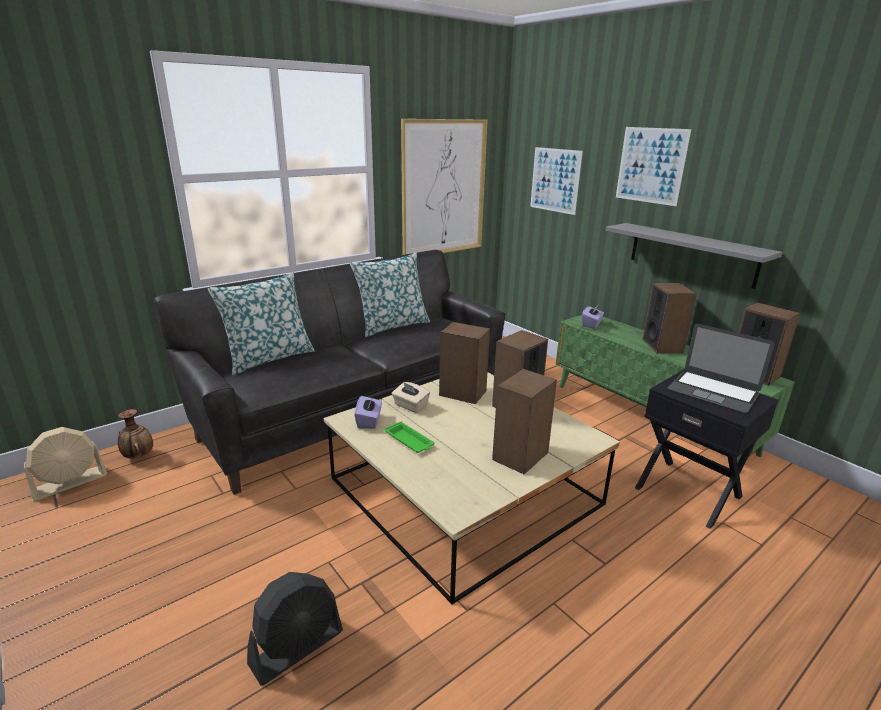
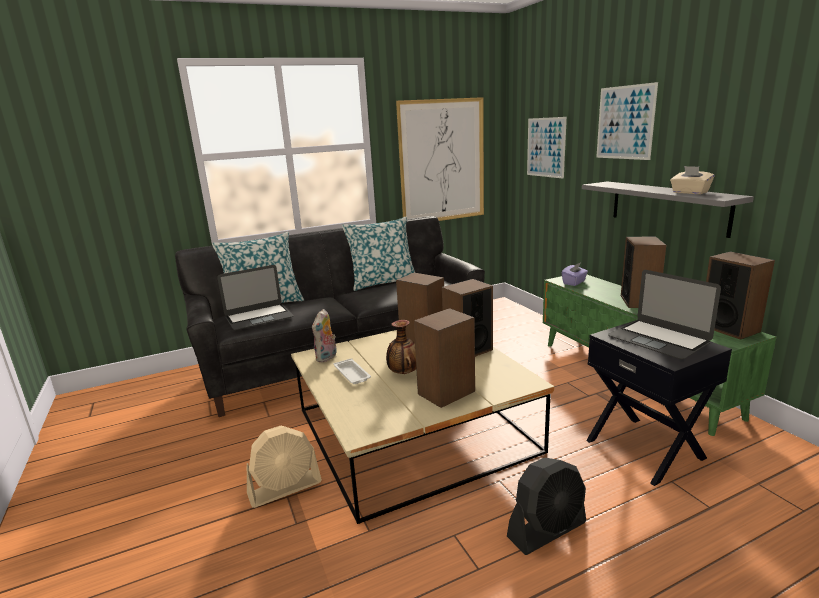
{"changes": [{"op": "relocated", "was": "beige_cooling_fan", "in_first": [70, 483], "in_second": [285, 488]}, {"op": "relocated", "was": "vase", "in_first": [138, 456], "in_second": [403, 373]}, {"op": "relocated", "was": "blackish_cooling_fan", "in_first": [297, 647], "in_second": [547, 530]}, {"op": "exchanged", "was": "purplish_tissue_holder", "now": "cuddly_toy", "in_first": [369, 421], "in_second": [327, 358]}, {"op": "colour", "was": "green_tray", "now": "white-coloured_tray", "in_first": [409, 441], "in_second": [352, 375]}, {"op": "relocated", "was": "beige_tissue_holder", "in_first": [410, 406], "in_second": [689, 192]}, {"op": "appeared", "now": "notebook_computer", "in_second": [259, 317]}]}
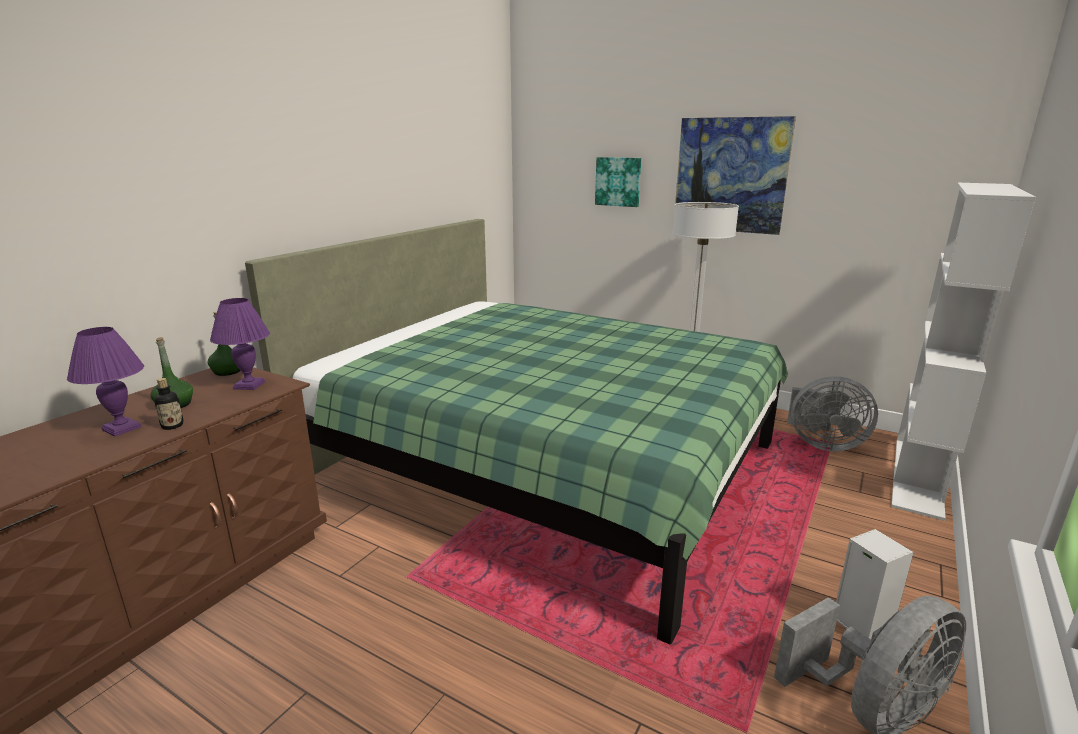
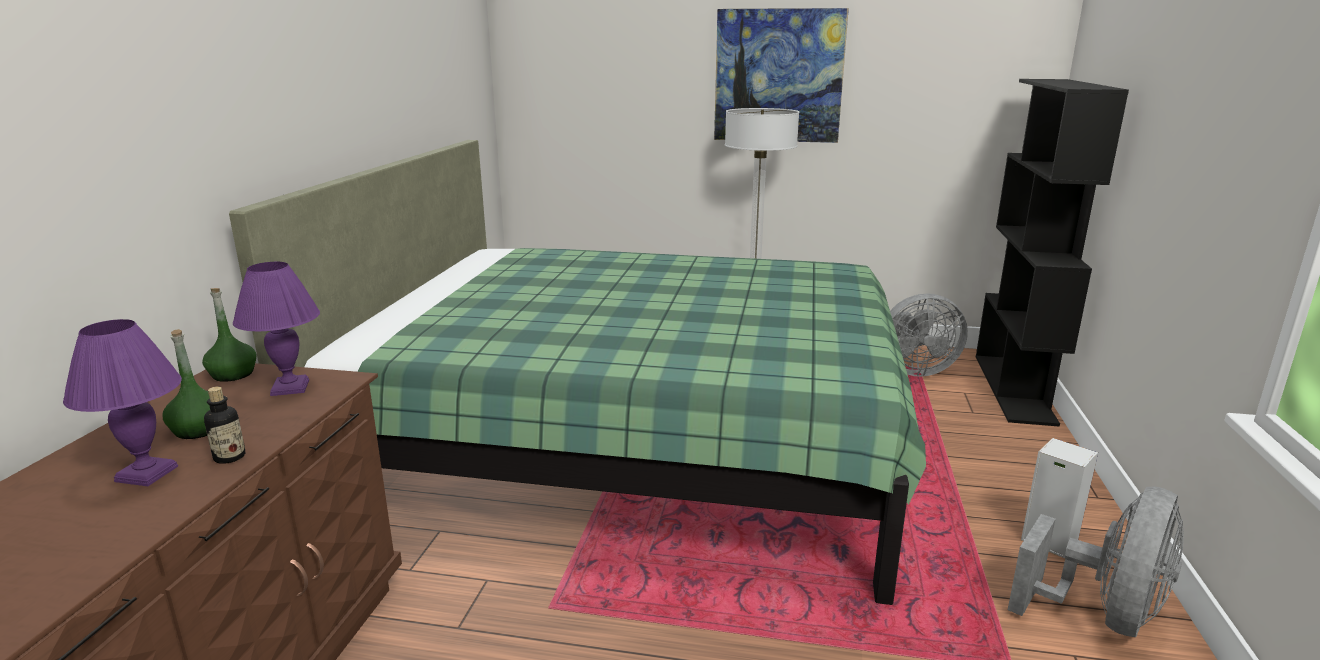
{"changes": [{"op": "missing", "was": "picture", "in_first": [618, 181]}, {"op": "colour", "was": "white-coloured_bookshelf", "now": "blackish_bookshelf", "in_first": [919, 477], "in_second": [1014, 388]}]}
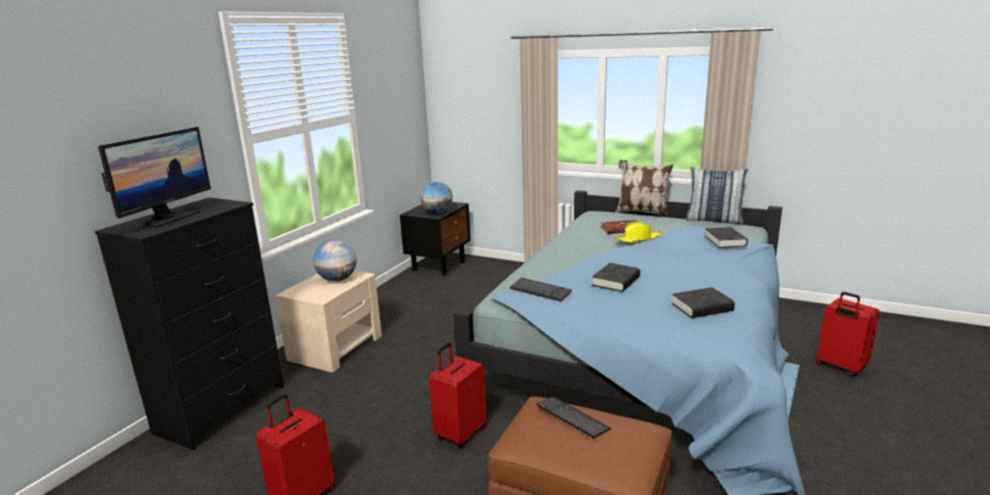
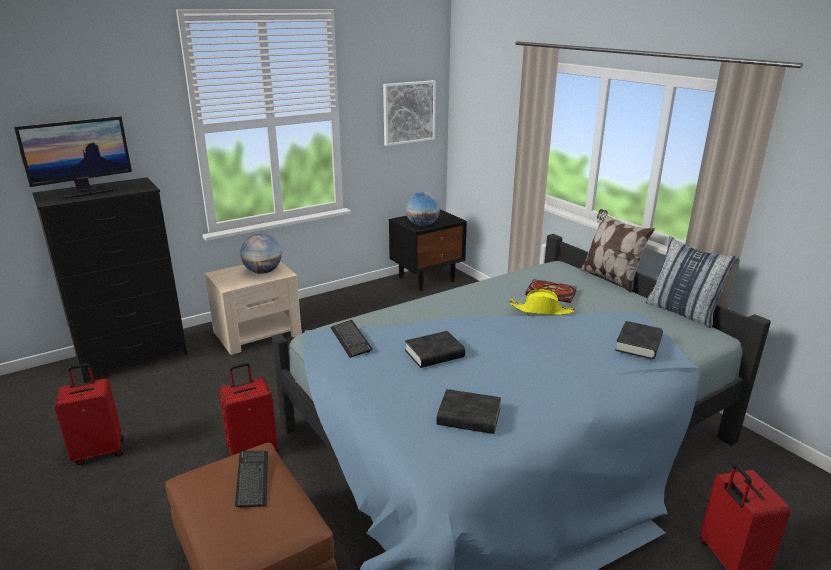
{"changes": [{"op": "appeared", "now": "picture", "in_second": [408, 112]}]}
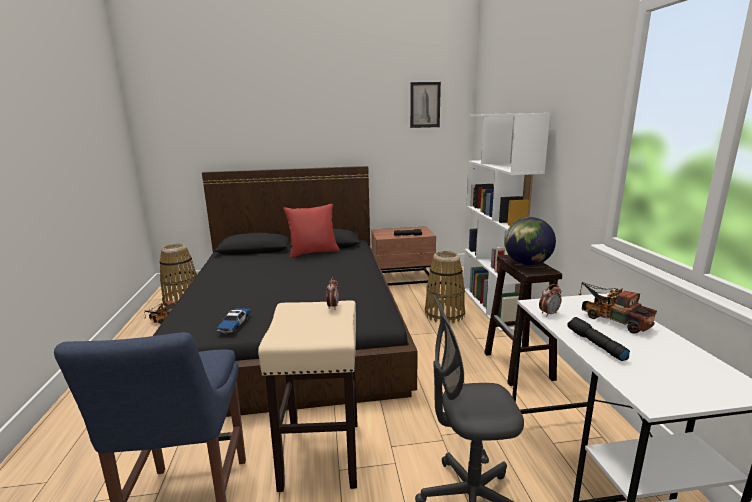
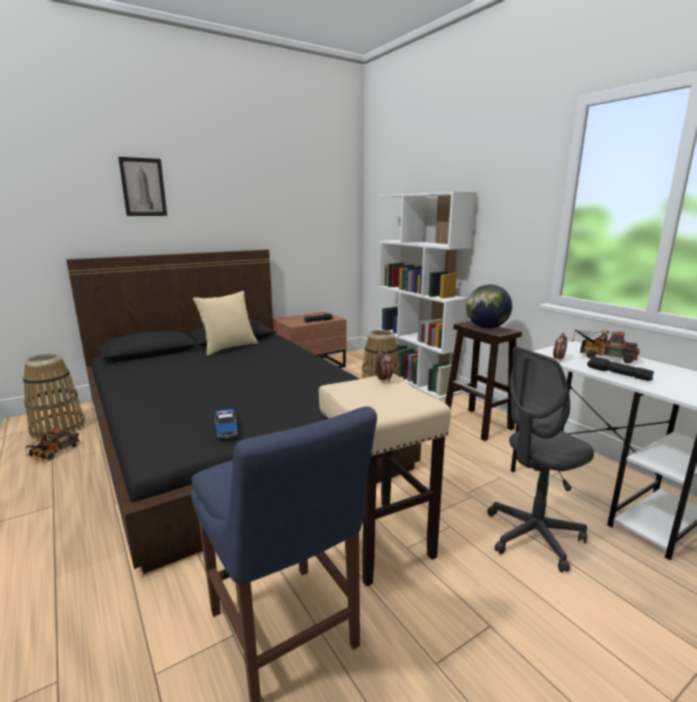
{"changes": [{"op": "colour", "was": "reddish_cushion", "now": "beige_cushion", "in_first": [313, 253], "in_second": [229, 348]}, {"op": "relocated", "was": "picture", "in_first": [425, 105], "in_second": [143, 187]}]}
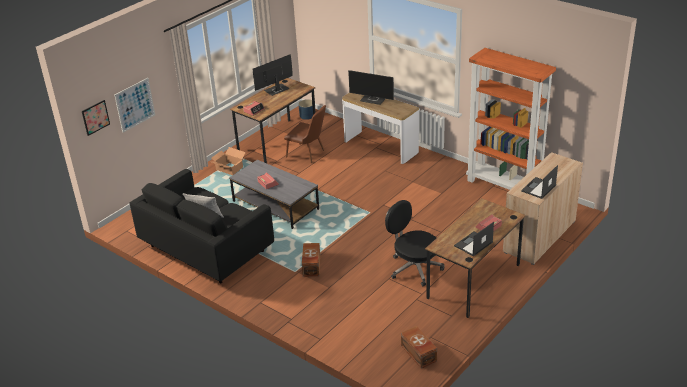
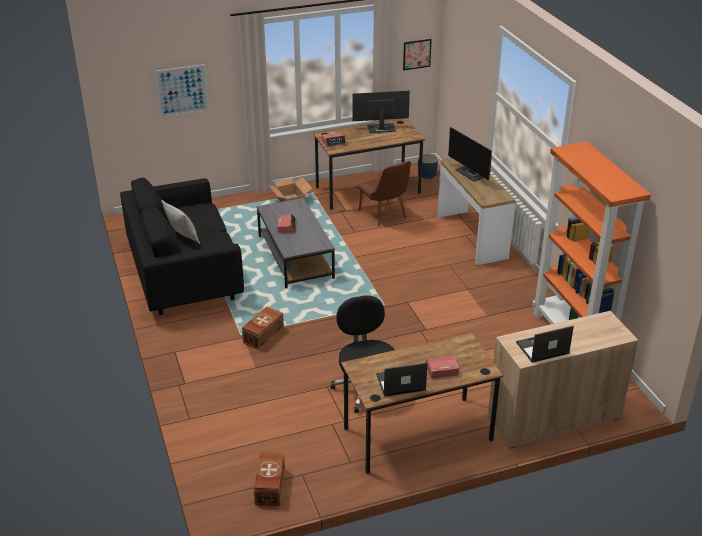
{"changes": [{"op": "relocated", "was": "picture", "in_first": [95, 117], "in_second": [416, 54]}]}
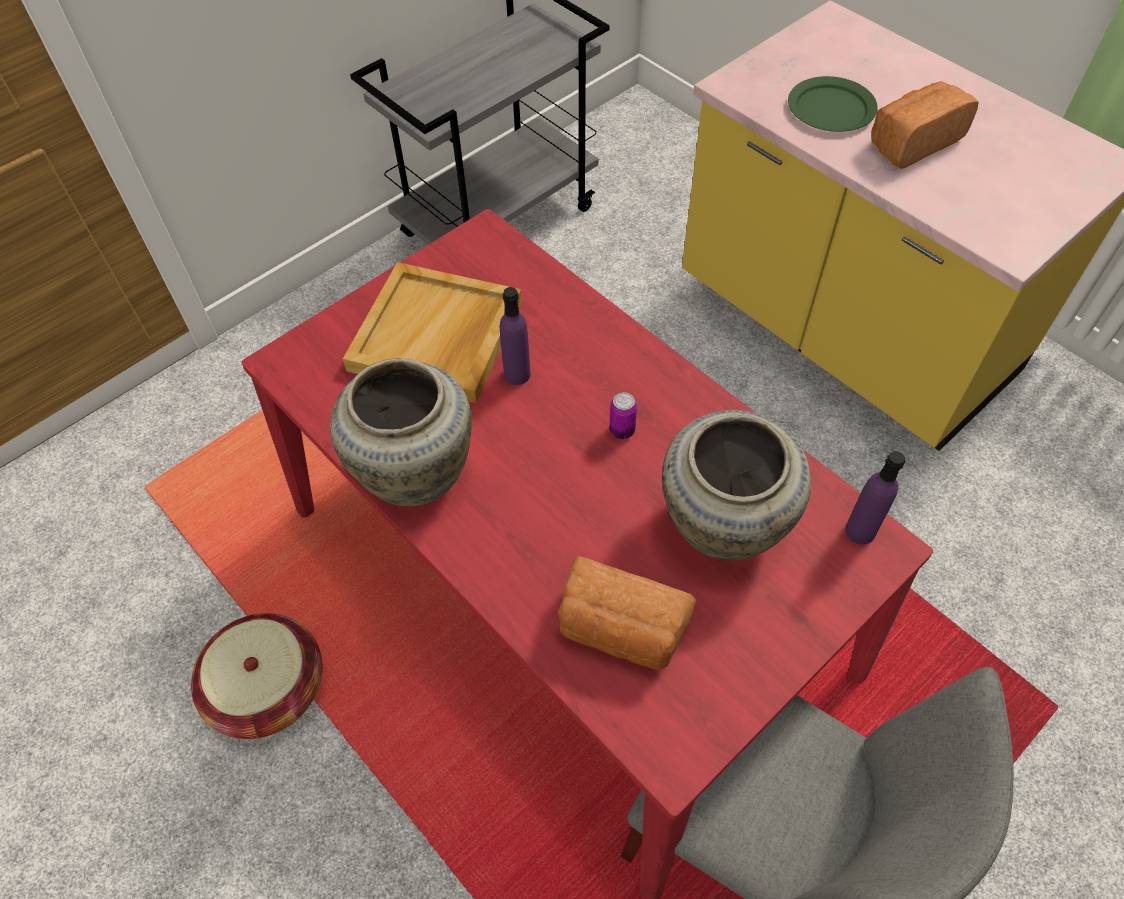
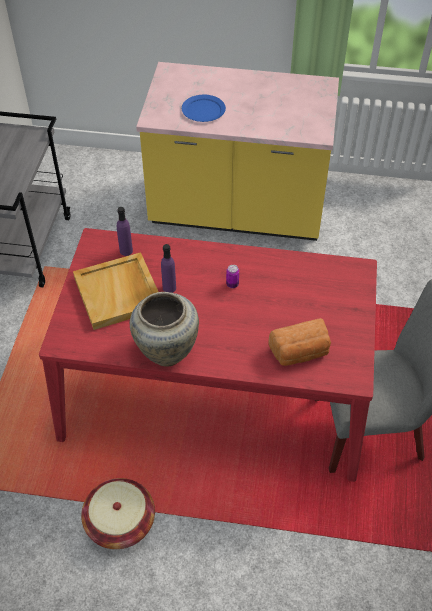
{"changes": [{"op": "missing", "was": "beige_vase", "in_first": [721, 526]}, {"op": "colour", "was": "green_flat_dish", "now": "blue_flat_dish", "in_first": [830, 109], "in_second": [203, 110]}, {"op": "relocated", "was": "purplish_bottle", "in_first": [860, 531], "in_second": [126, 251]}, {"op": "missing", "was": "bread", "in_first": [912, 142]}]}
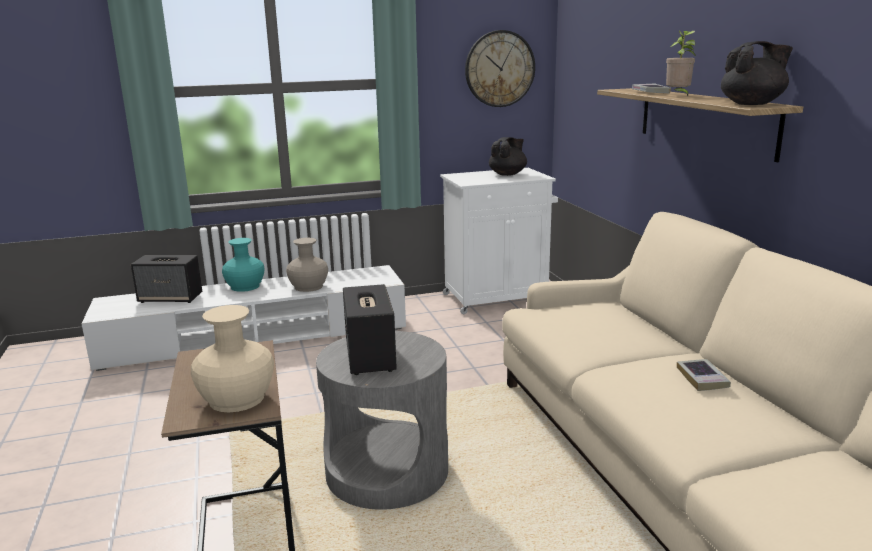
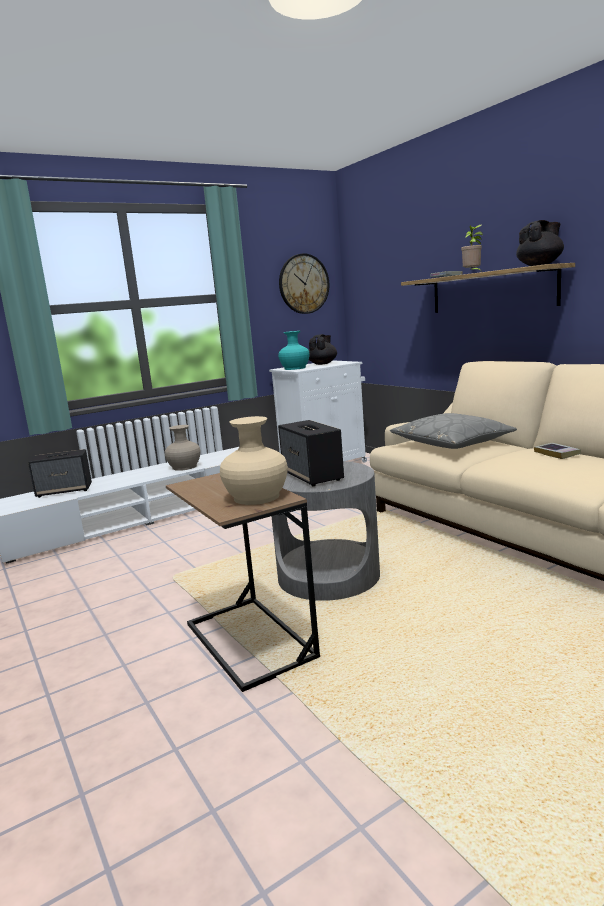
{"changes": [{"op": "relocated", "was": "turquoise_vase", "in_first": [245, 286], "in_second": [295, 368]}, {"op": "appeared", "now": "greyish_cushion", "in_second": [451, 443]}]}
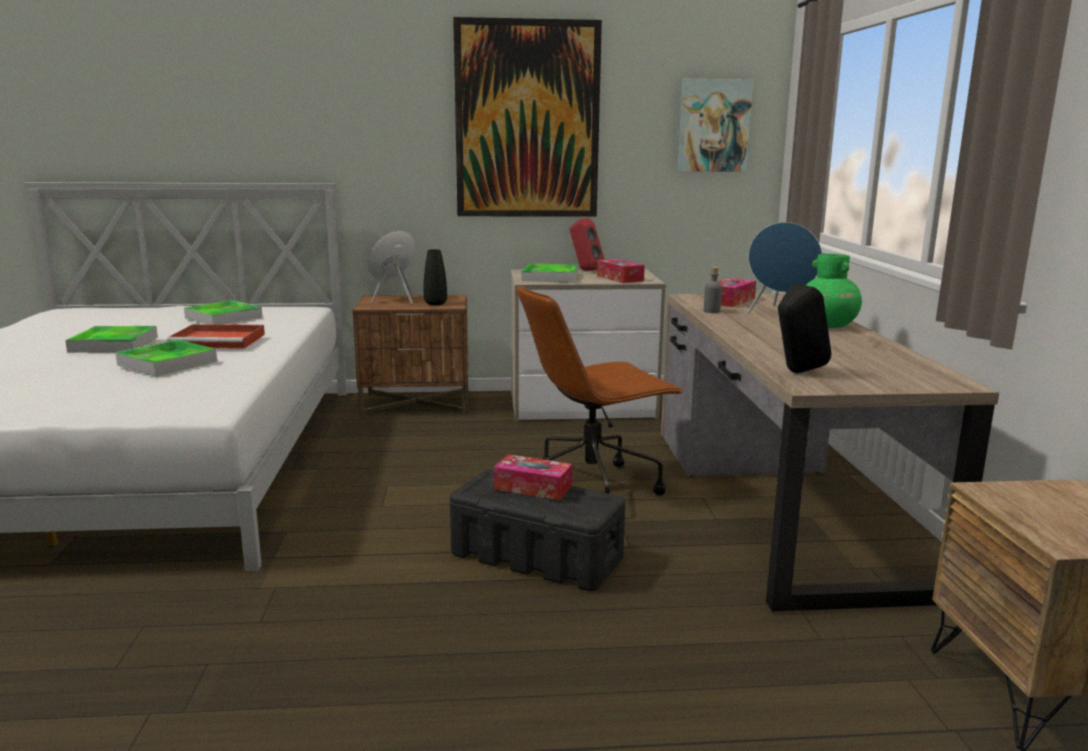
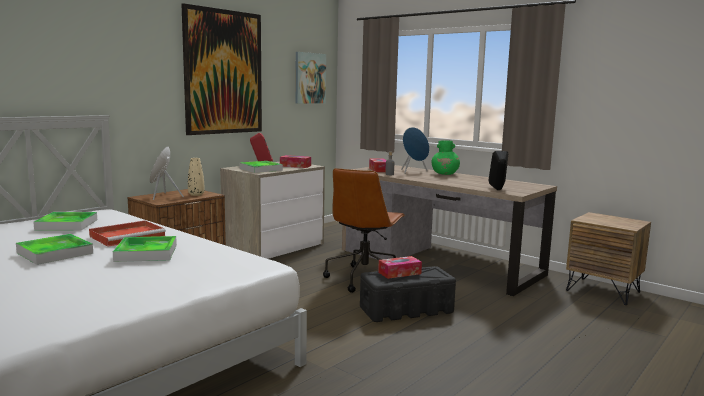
{"changes": [{"op": "colour", "was": "blackish_vase", "now": "beige_vase", "in_first": [435, 303], "in_second": [196, 194]}]}
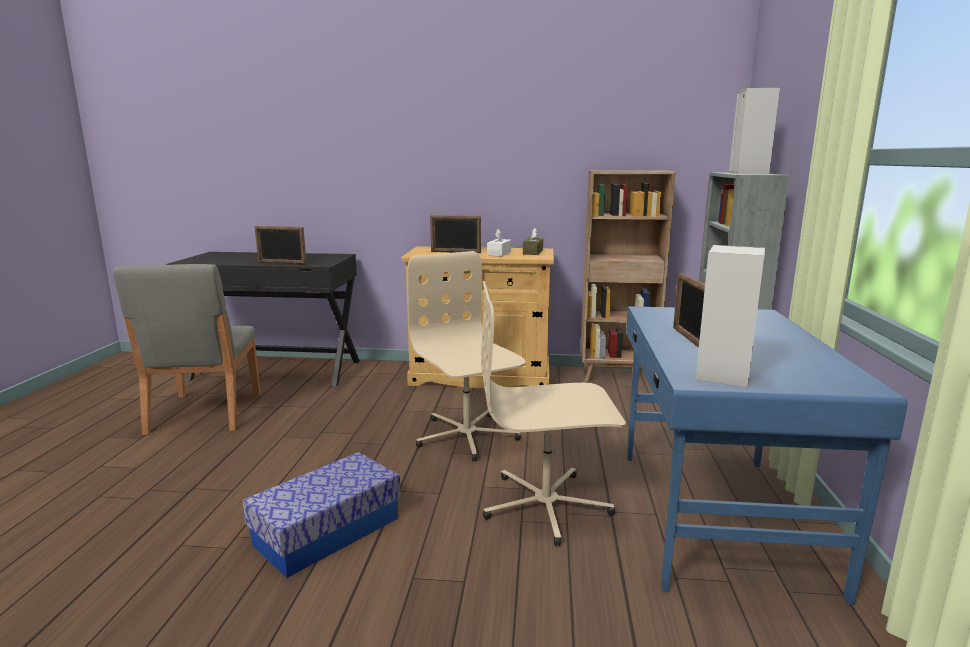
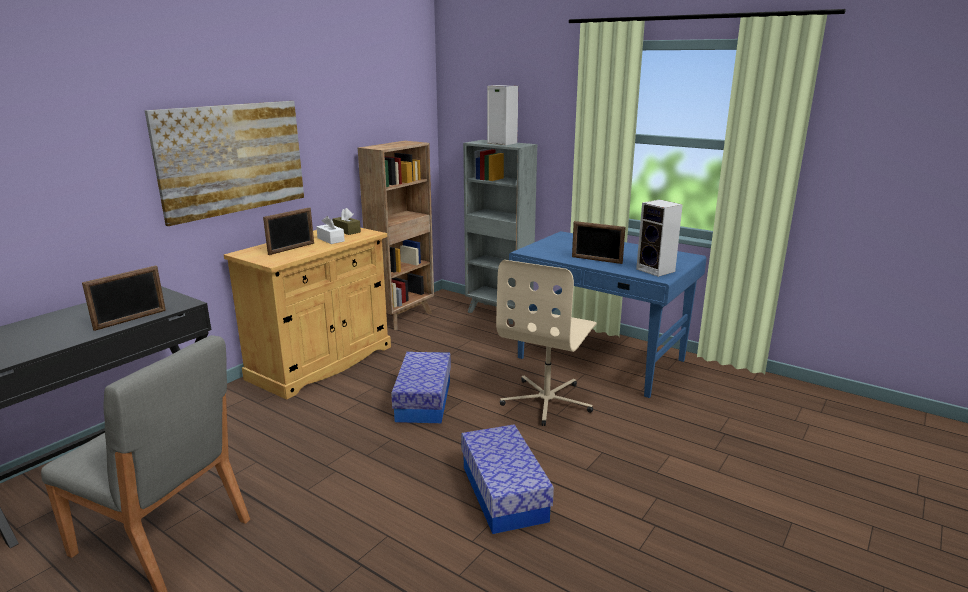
{"changes": [{"op": "exchanged", "was": "beige_computer_chair", "now": "storage_bin", "in_first": [466, 436], "in_second": [423, 400]}, {"op": "appeared", "now": "picture", "in_second": [232, 159]}]}
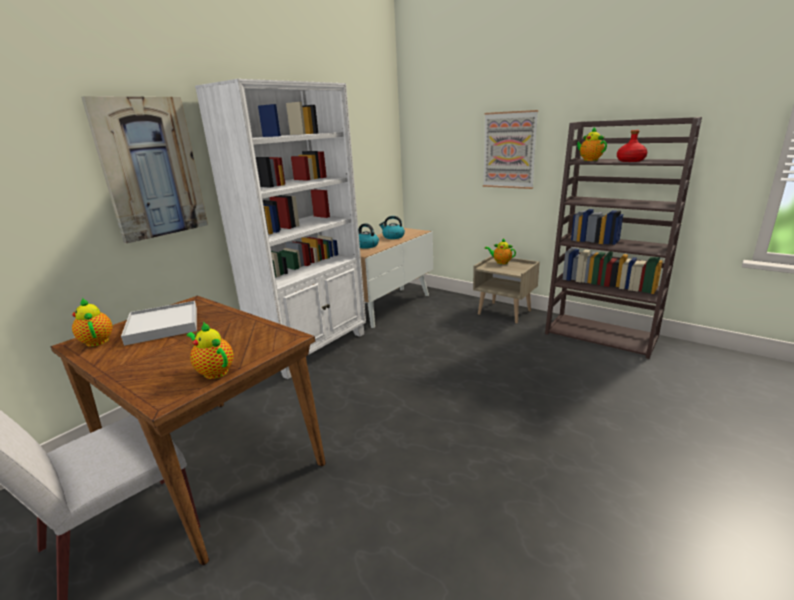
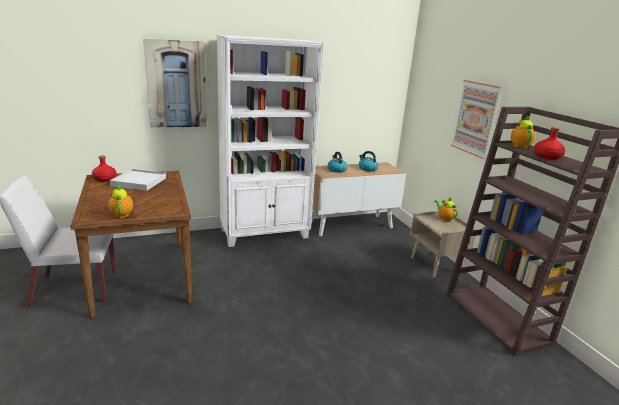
{"changes": [{"op": "exchanged", "was": "tea_pot", "now": "reddish_bottle", "in_first": [97, 340], "in_second": [105, 179]}]}
